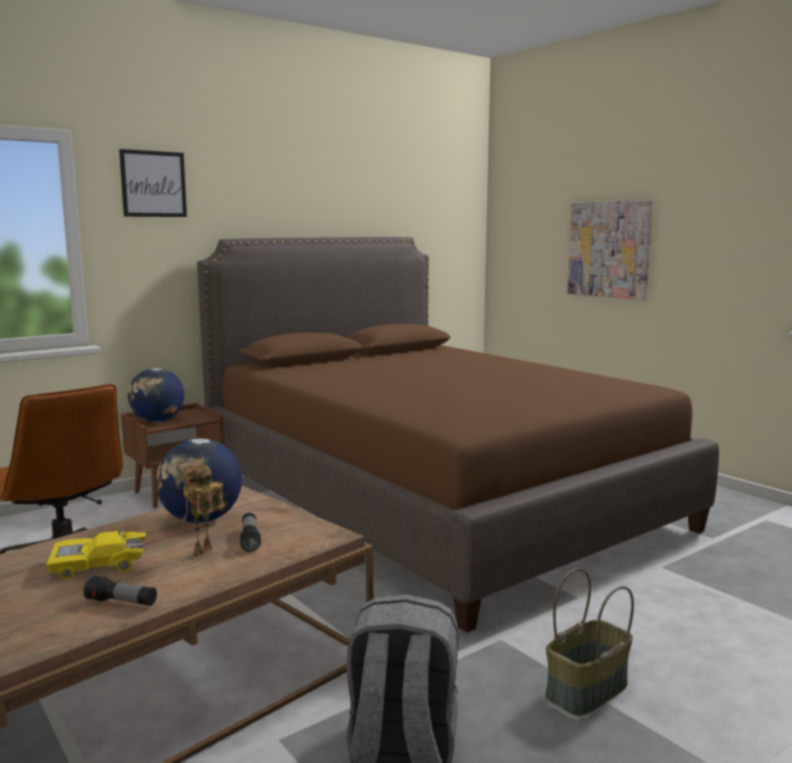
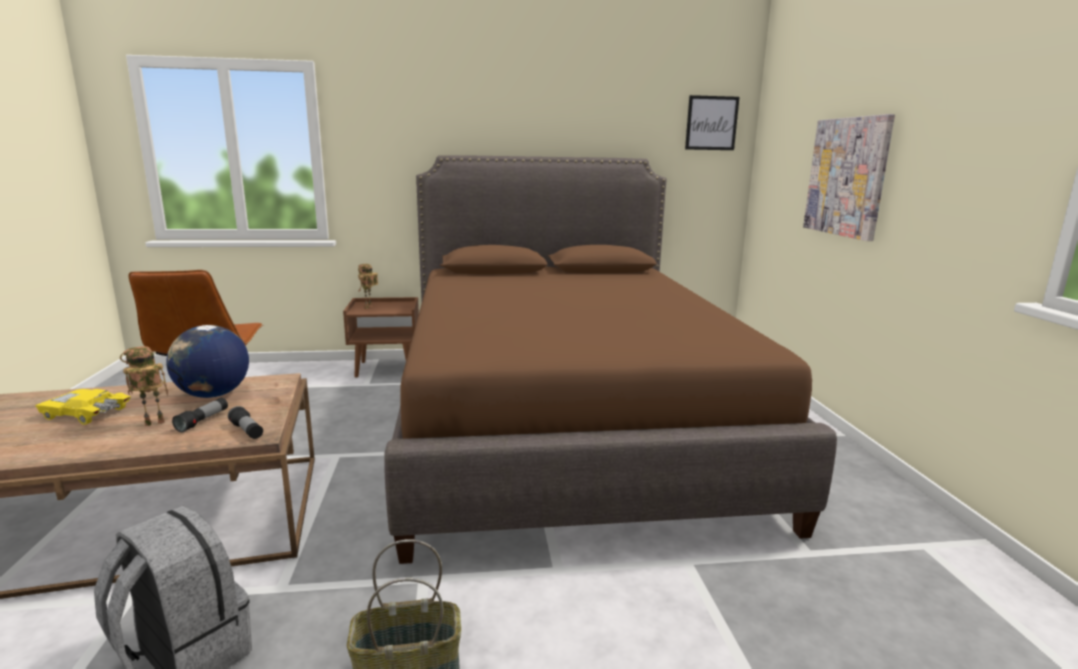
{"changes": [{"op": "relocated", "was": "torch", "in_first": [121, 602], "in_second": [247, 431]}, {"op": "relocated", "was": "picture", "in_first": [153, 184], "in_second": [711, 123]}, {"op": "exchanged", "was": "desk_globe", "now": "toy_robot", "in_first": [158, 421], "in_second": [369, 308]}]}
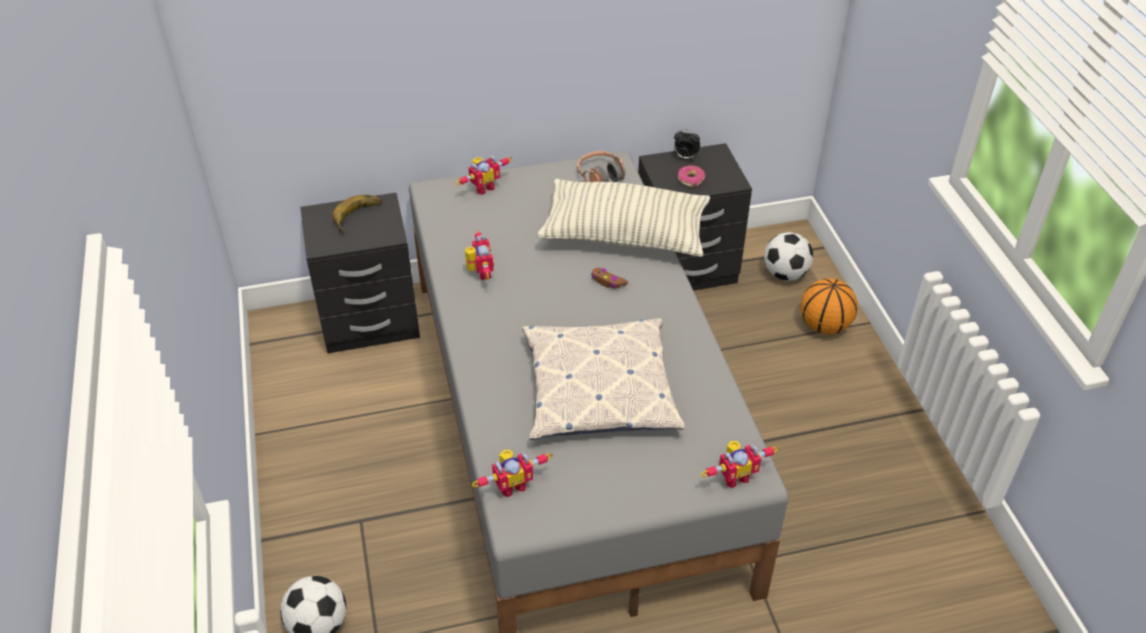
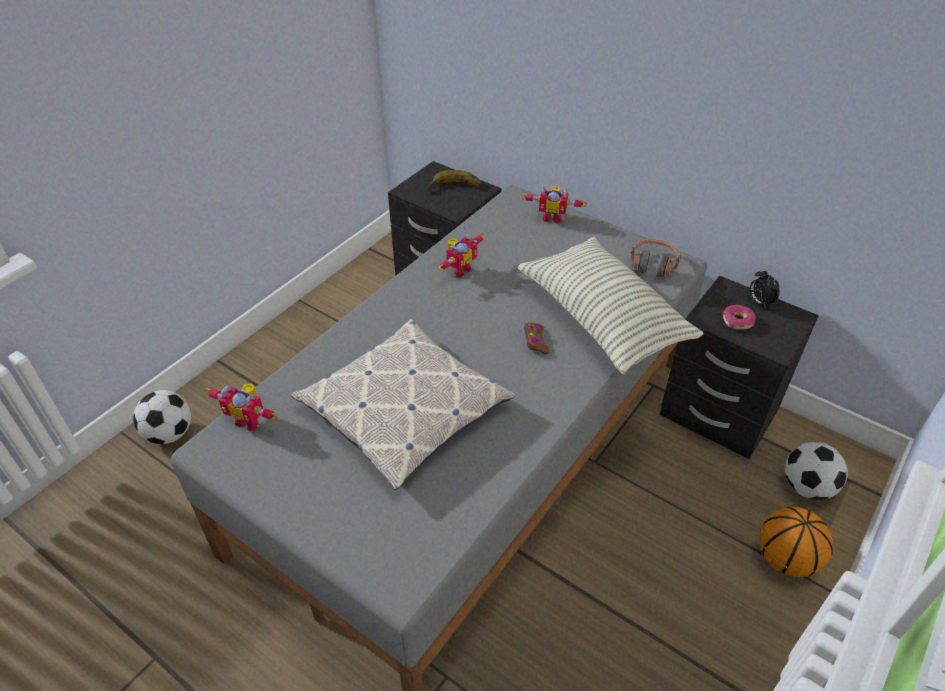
{"changes": [{"op": "missing", "was": "toy_robot", "in_first": [734, 476]}]}
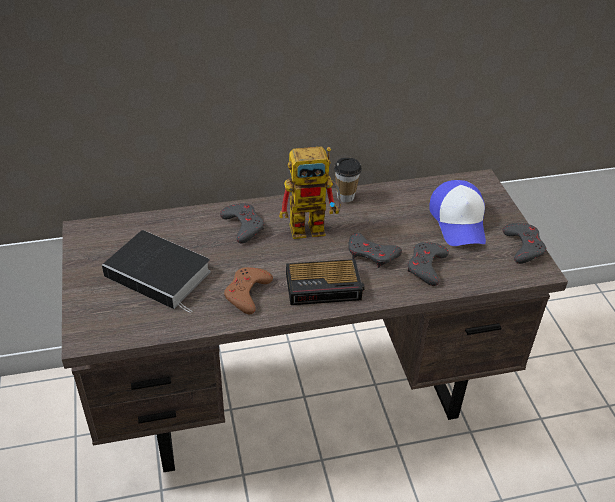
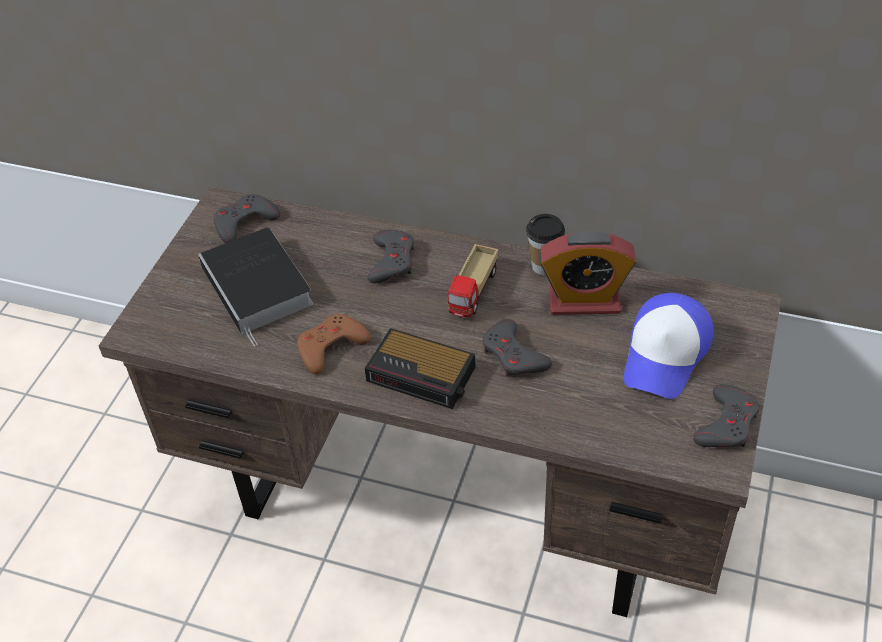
{"changes": [{"op": "exchanged", "was": "toy_robot", "now": "toy_truck", "in_first": [314, 226], "in_second": [474, 292]}, {"op": "relocated", "was": "greyish_game_controller", "in_first": [426, 266], "in_second": [244, 223]}, {"op": "appeared", "now": "alarm_clock", "in_second": [584, 301]}]}
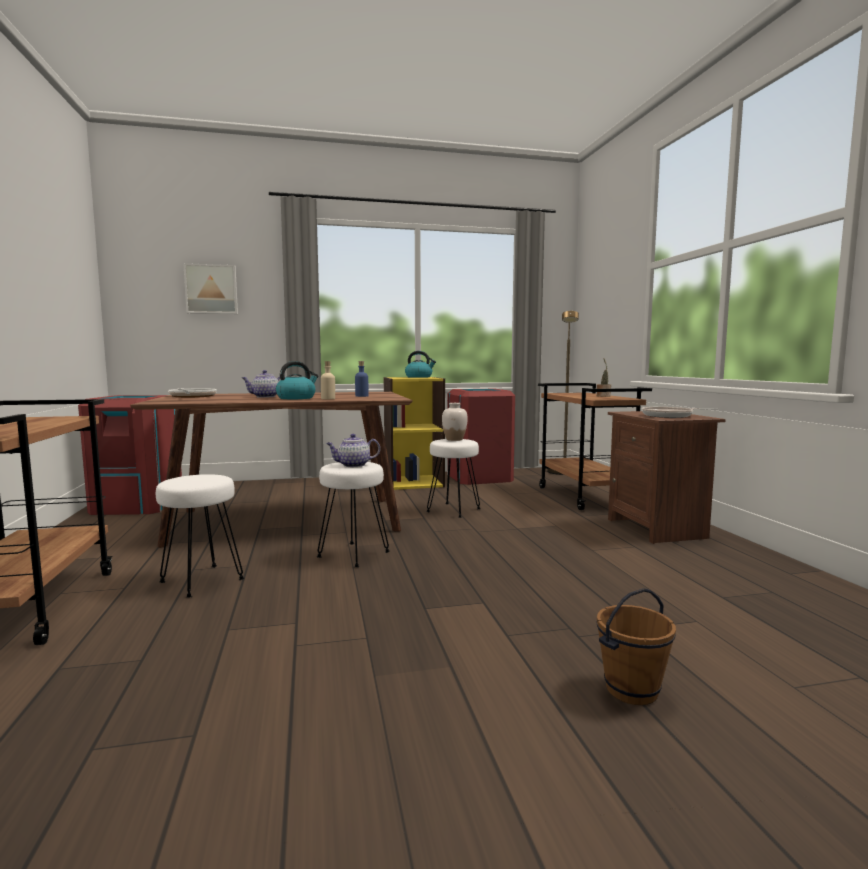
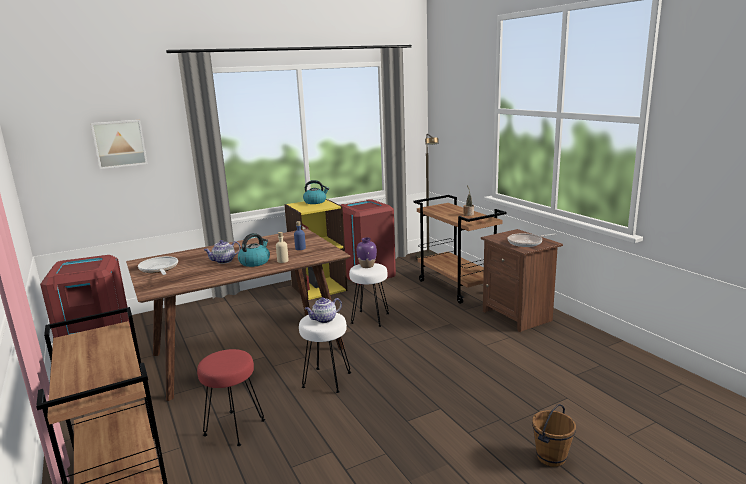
{"changes": [{"op": "colour", "was": "white-coloured_stool", "now": "reddish_stool", "in_first": [201, 581], "in_second": [234, 428]}, {"op": "colour", "was": "white-coloured_vase", "now": "purplish_vase", "in_first": [454, 439], "in_second": [367, 266]}]}
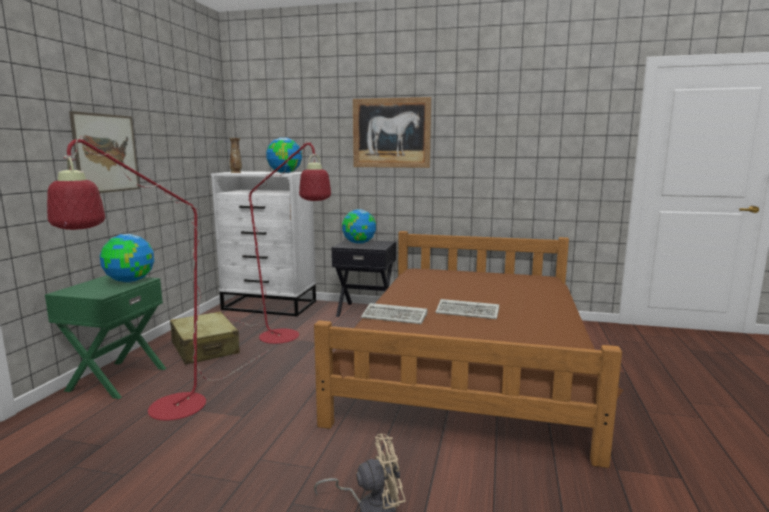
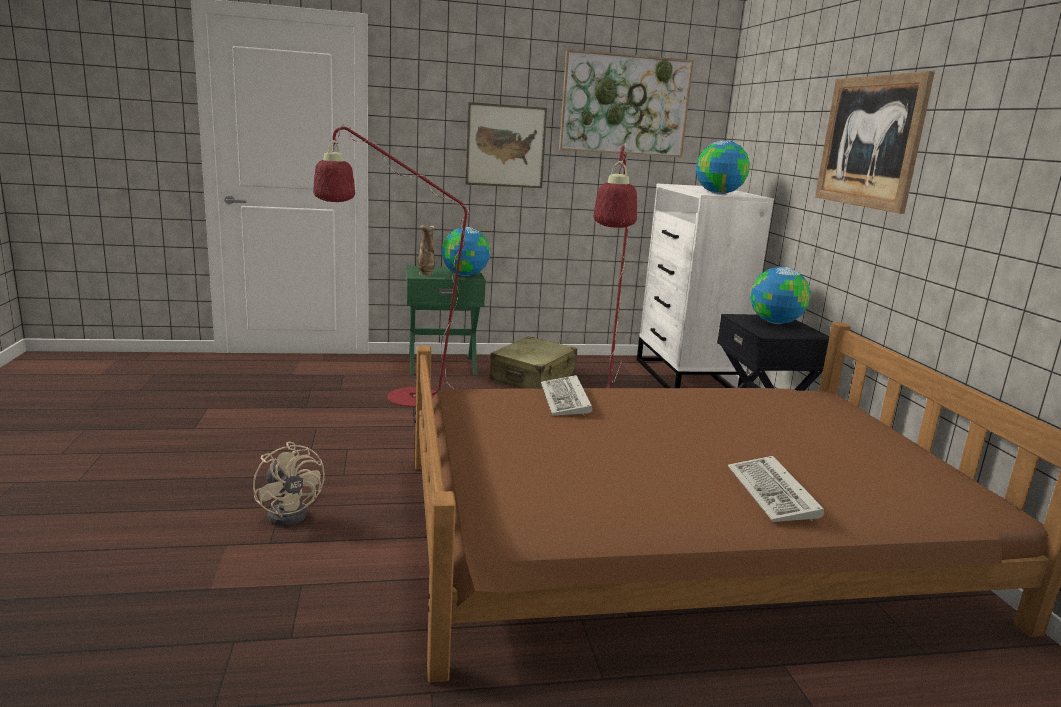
{"changes": [{"op": "relocated", "was": "vase", "in_first": [236, 172], "in_second": [426, 274]}, {"op": "relocated", "was": "PC_keyboard", "in_first": [469, 312], "in_second": [774, 494]}, {"op": "appeared", "now": "picture", "in_second": [624, 105]}]}
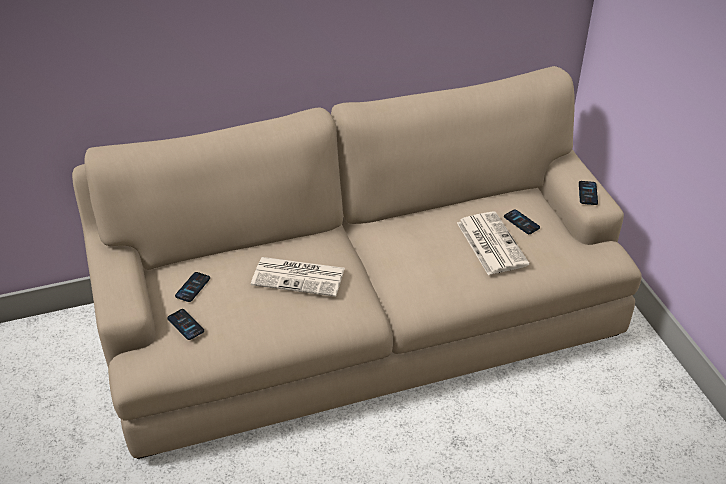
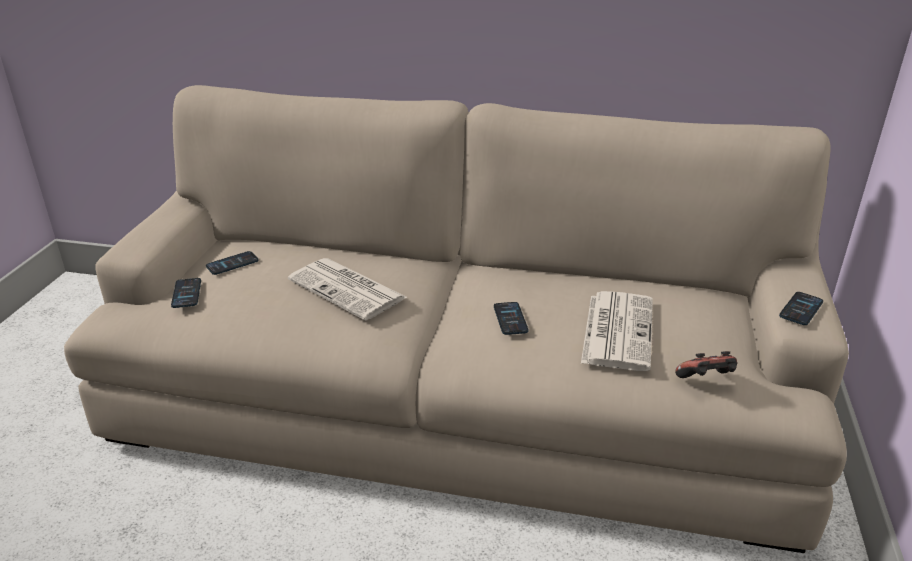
{"changes": [{"op": "relocated", "was": "phone", "in_first": [521, 222], "in_second": [510, 319]}, {"op": "appeared", "now": "game_controller", "in_second": [706, 381]}]}
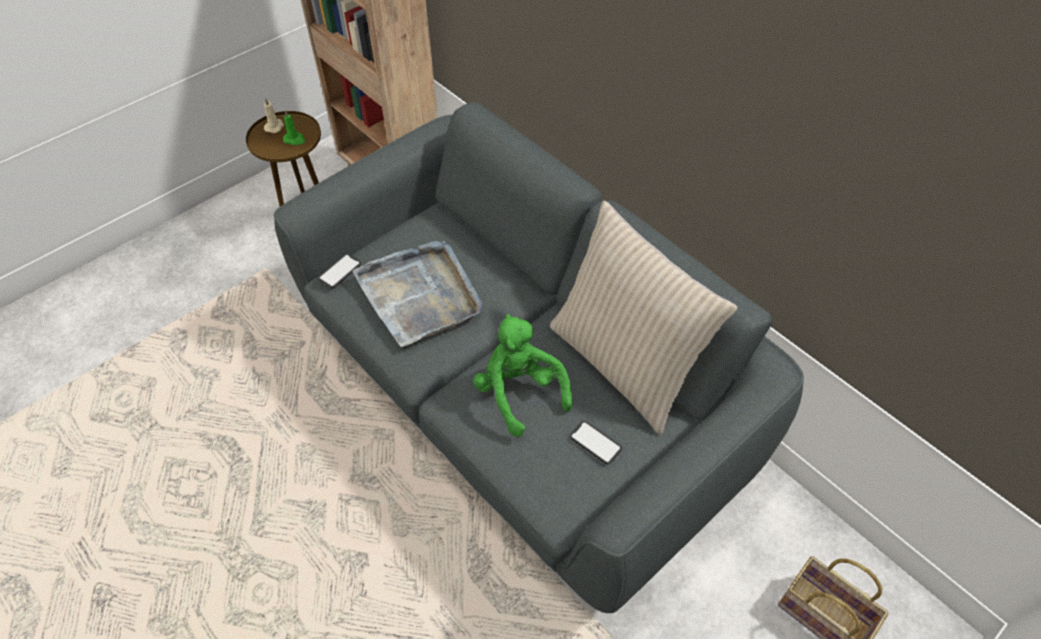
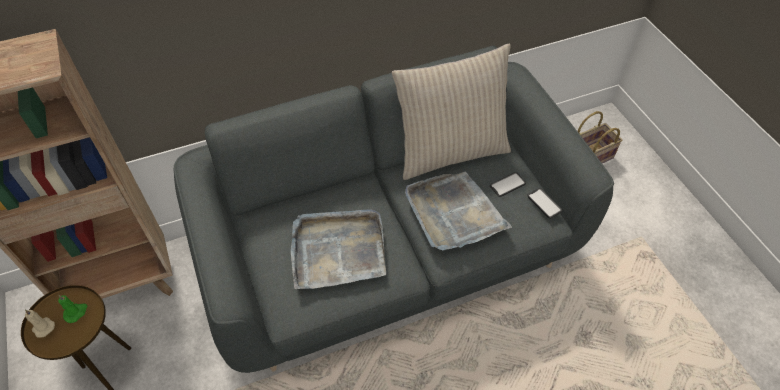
{"changes": [{"op": "relocated", "was": "phone", "in_first": [340, 271], "in_second": [544, 203]}, {"op": "exchanged", "was": "green_cuddly_toy", "now": "greyish_tray", "in_first": [519, 392], "in_second": [454, 213]}]}
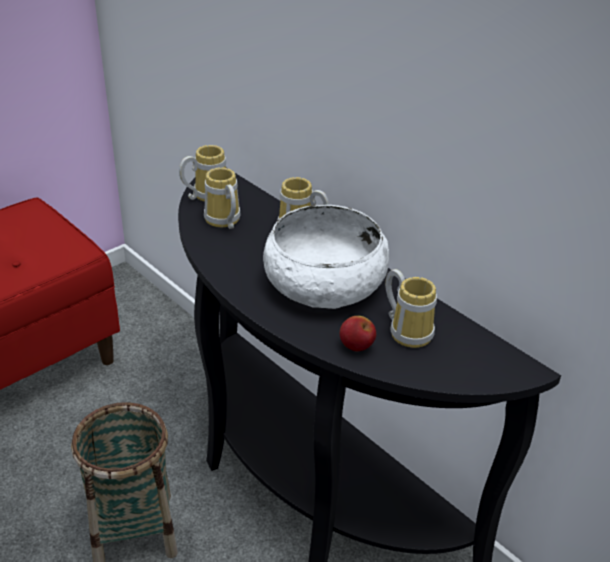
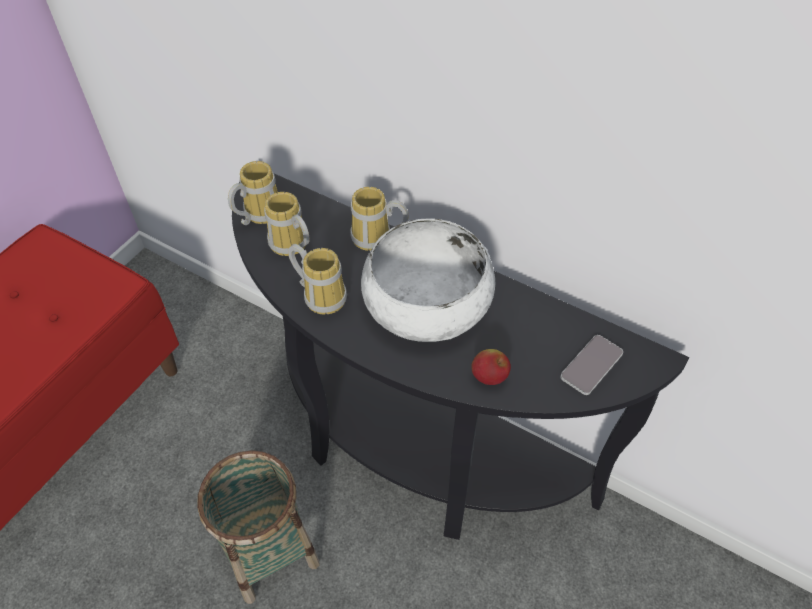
{"changes": [{"op": "relocated", "was": "tea_mug", "in_first": [408, 330], "in_second": [322, 294]}, {"op": "appeared", "now": "phone", "in_second": [591, 365]}]}
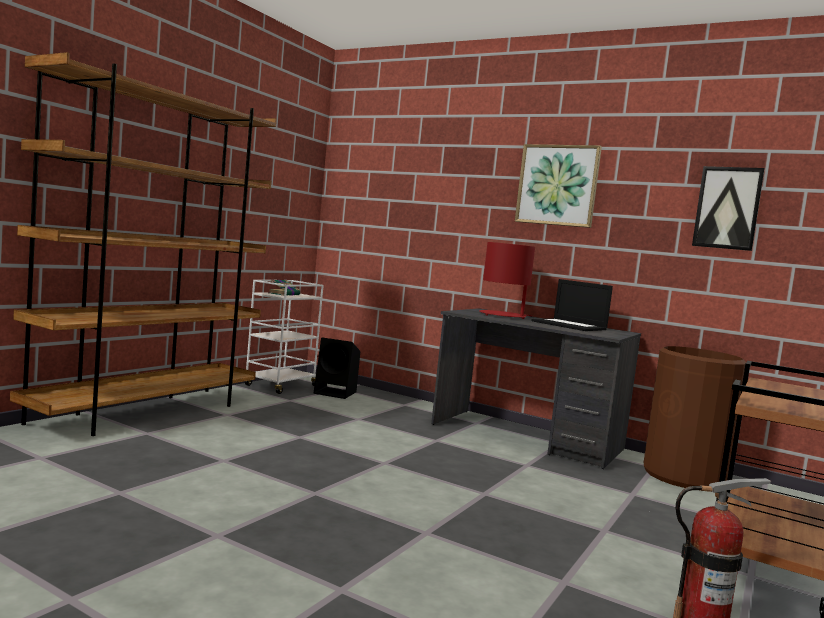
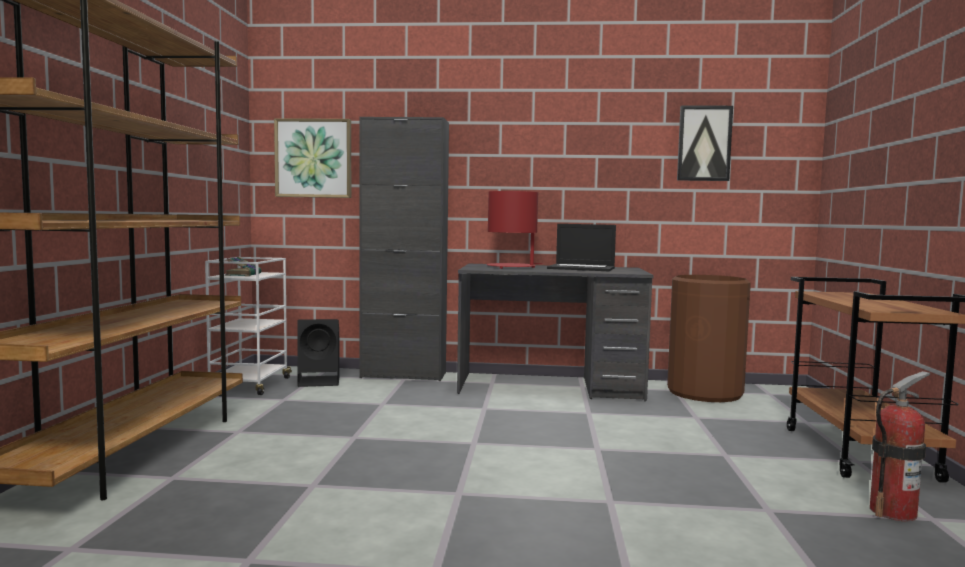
{"changes": [{"op": "relocated", "was": "picture", "in_first": [557, 185], "in_second": [313, 158]}, {"op": "appeared", "now": "blackish_storage_cabinet", "in_second": [403, 375]}]}
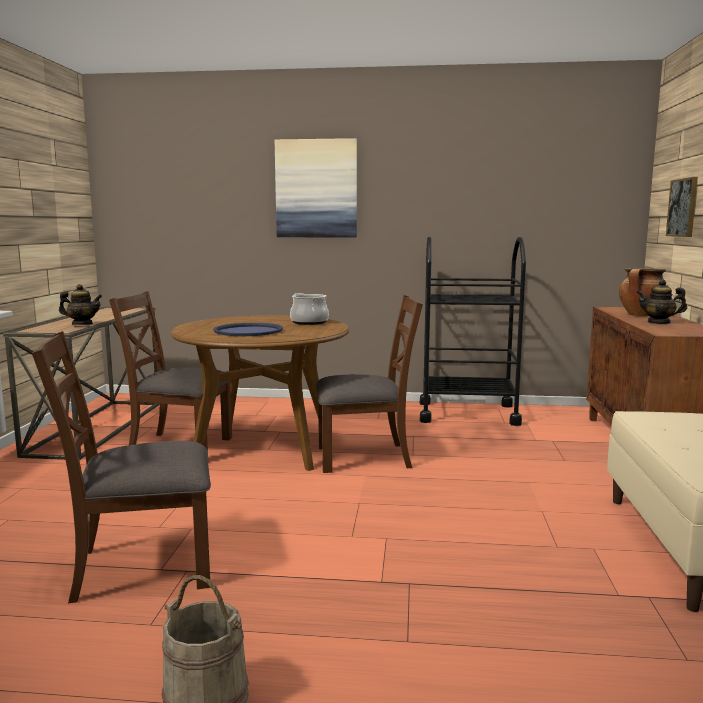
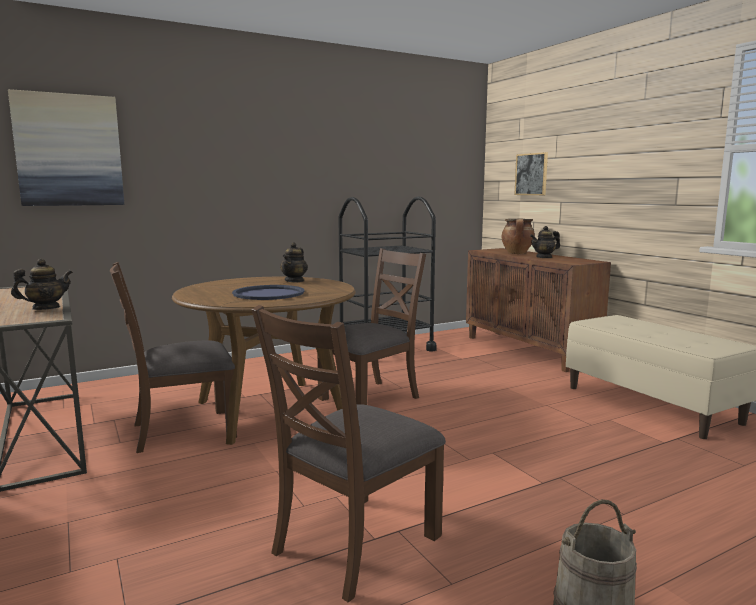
{"changes": [{"op": "relocated", "was": "picture", "in_first": [316, 189], "in_second": [69, 150]}, {"op": "exchanged", "was": "cooking_pot", "now": "tea_pot", "in_first": [309, 322], "in_second": [294, 281]}]}
